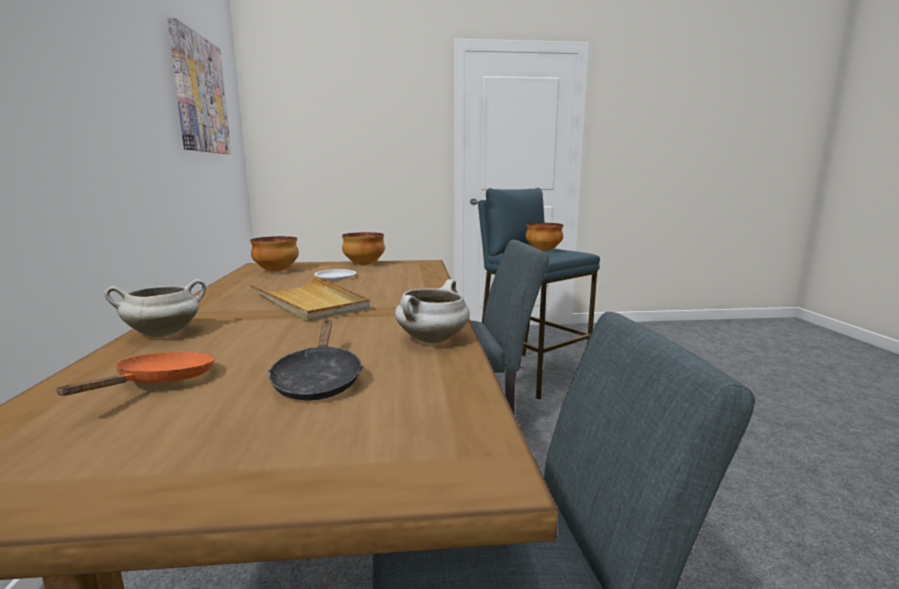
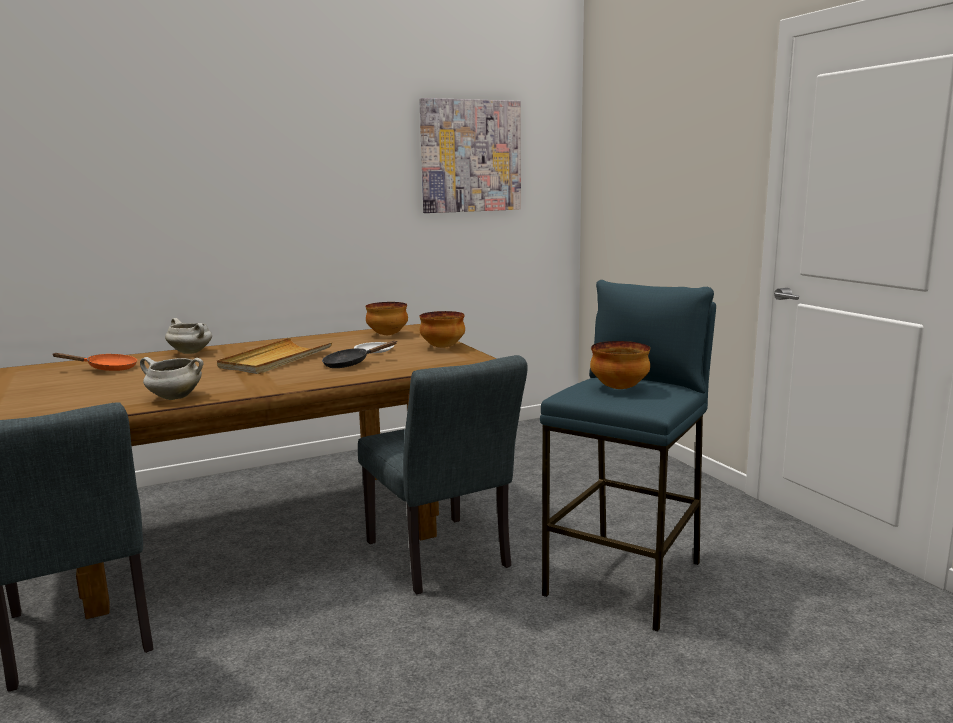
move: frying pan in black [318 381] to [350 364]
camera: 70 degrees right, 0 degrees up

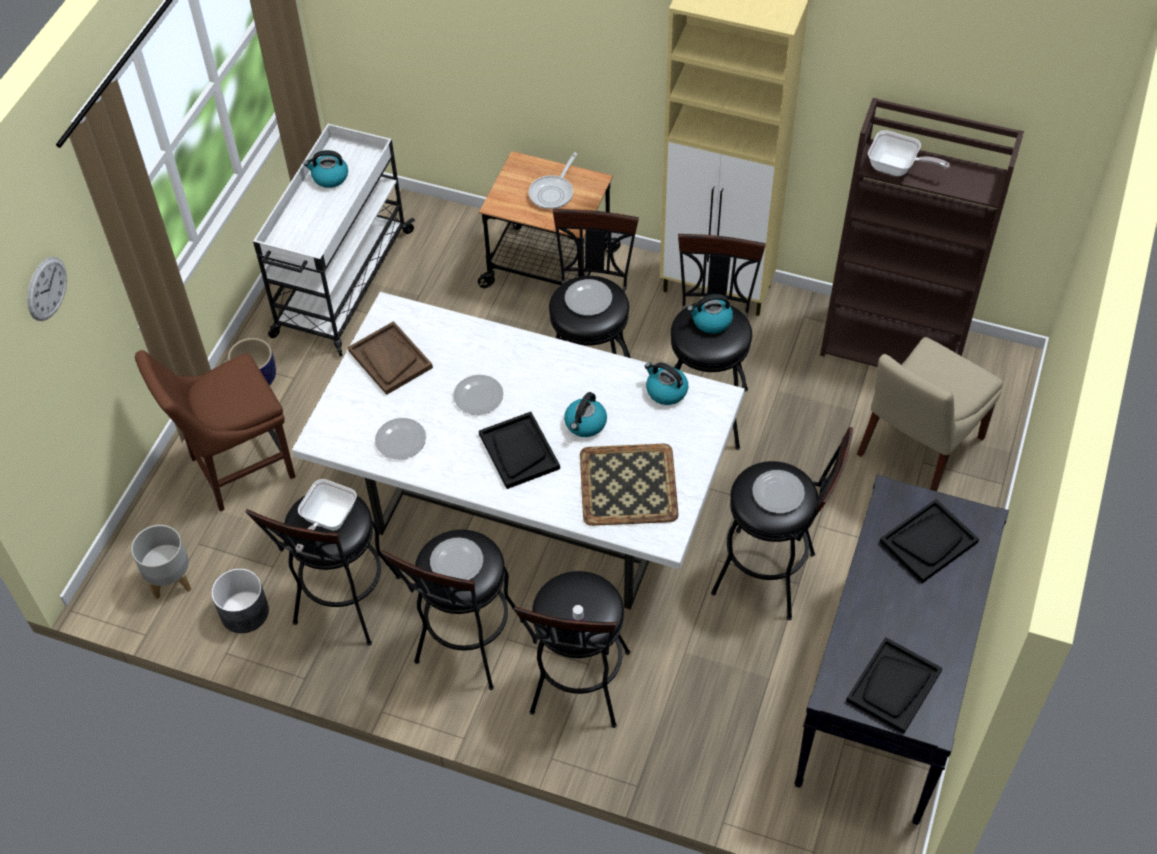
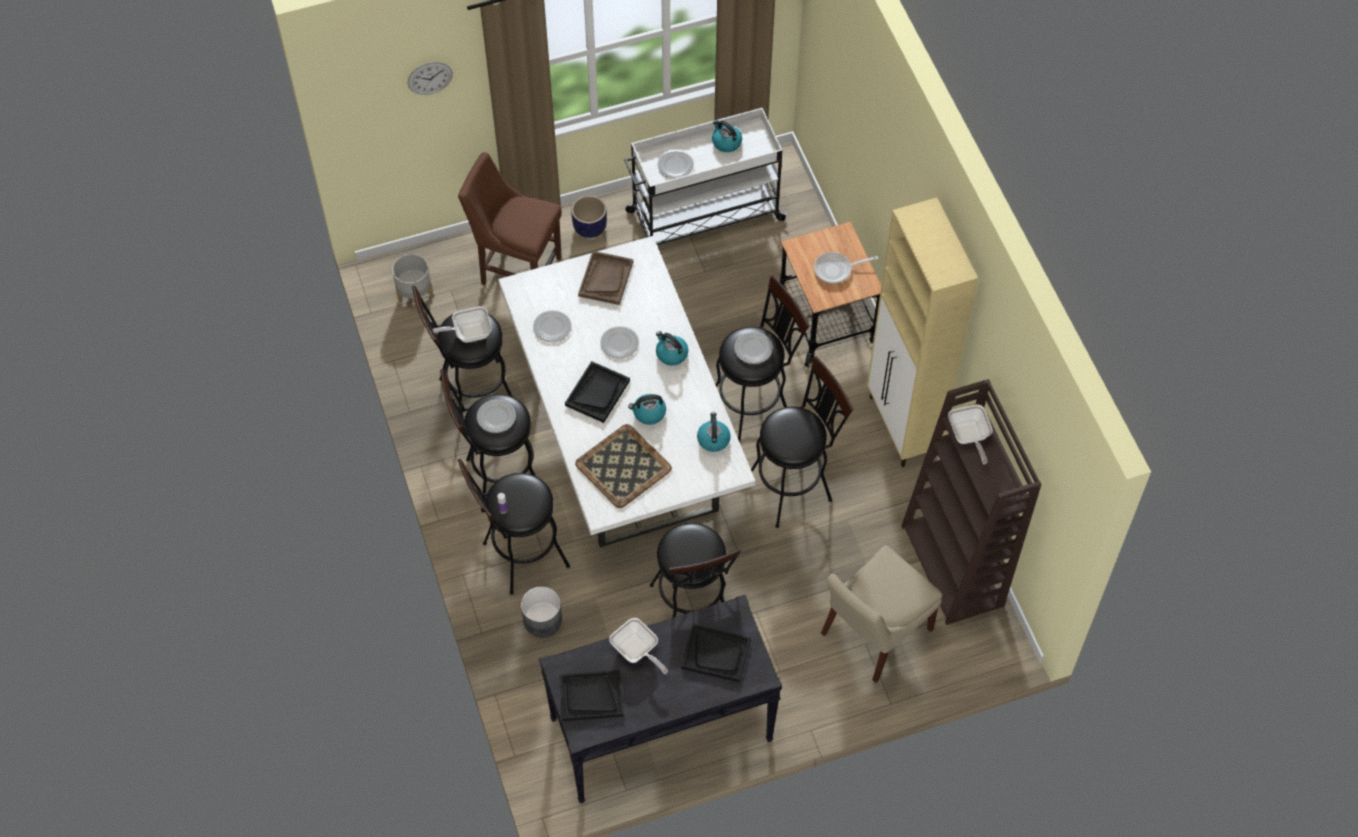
insert: frying pan [637 652]
move: planter in grey [244 612] to [542 619]; kettle [711 321] to [671 354]; plate [777 492] to [675 165]
rotate: chair in beige [917 449] = [873 634] 45 degrees counterclockwise
camera: 50 degrees right, 5 degrees up

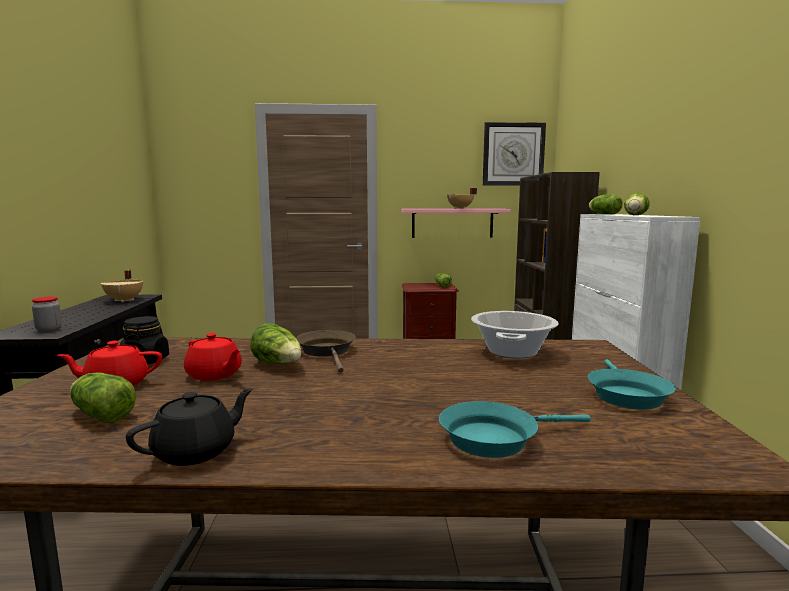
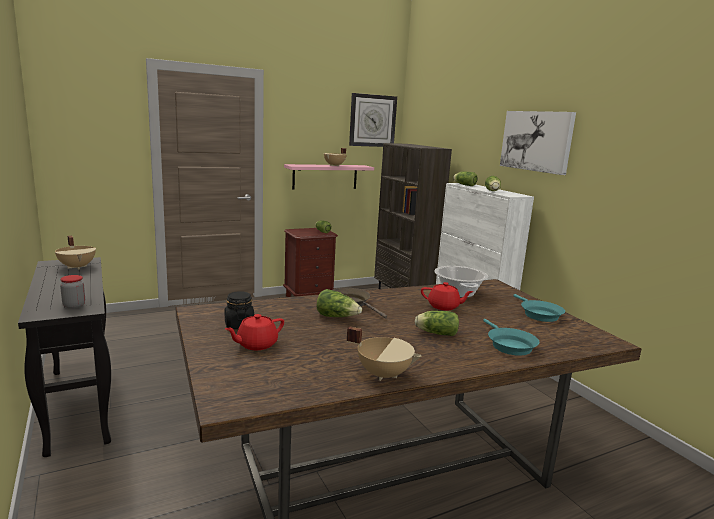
insert: picture [536 141]
move: lettuce [101 414] to [435 333]; teapot in red [214 375] to [444 307]
replace: teapot in black [196 451] to cooking pot in beige [383 374]
rotate: frying pan in turquoise [495 438] = [508 345] 60 degrees counterclockwise
camera: 25 degrees left, 5 degrees up

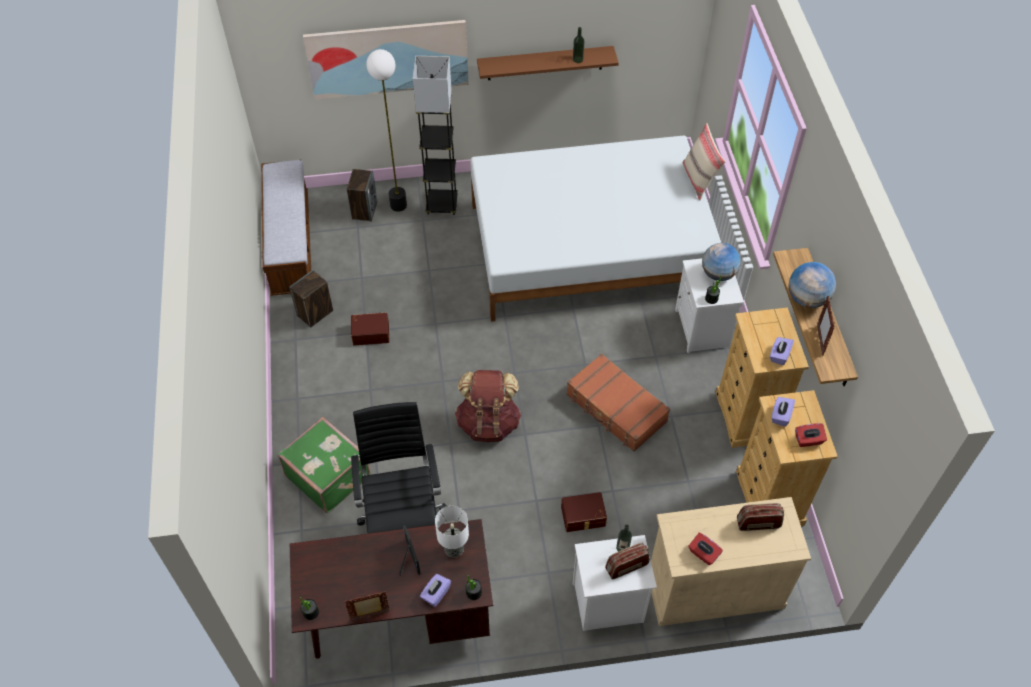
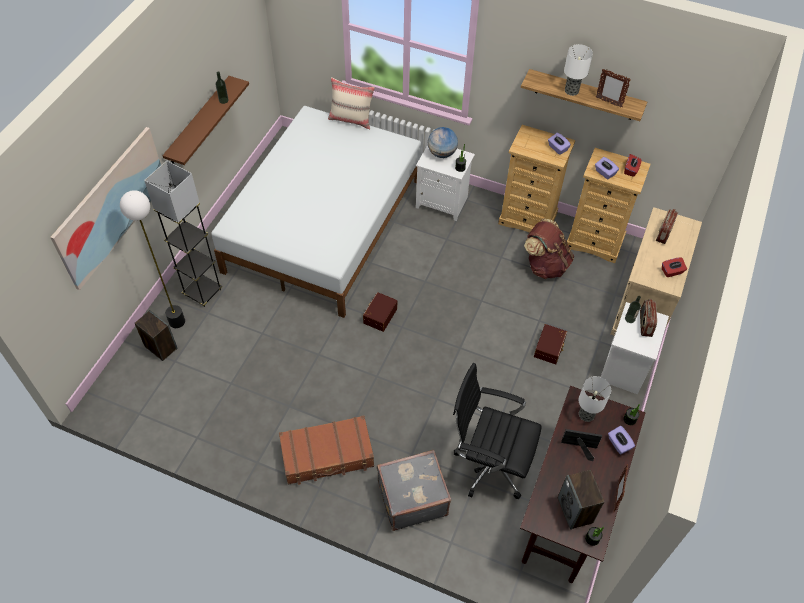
delete: bench [291 244]
move: speaker [315 313] to [575 510]; storage box in brown [370 332] to [379 315]; backpack in brown [488 422] to [545 265]; suitcase in brown [616 409] to [327 455]
replace: globe [807 299] to table lamp [571 90]
recolor: suitcase in green [329 475] to suitcase in grey [411 498]
camera: 60 degrees left, 0 degrees up

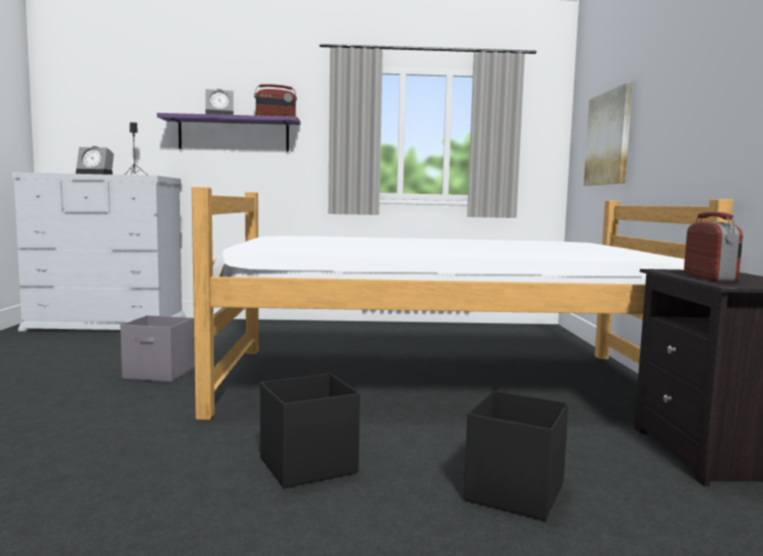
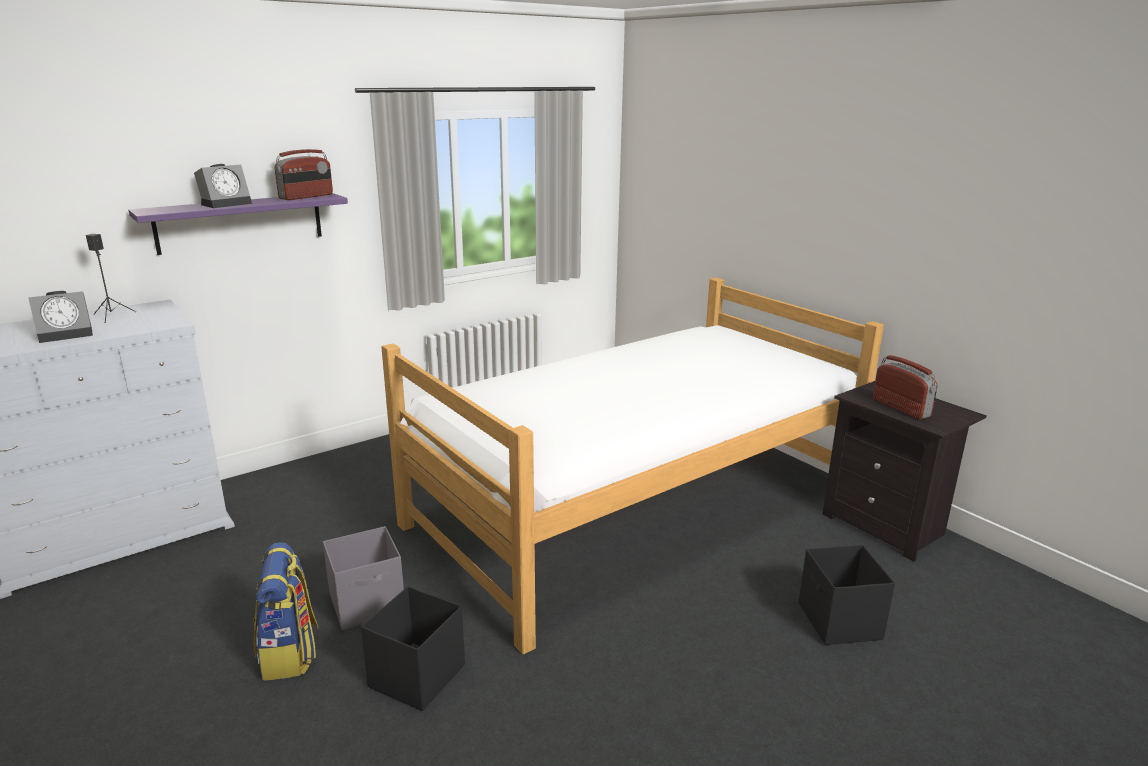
delete: picture [608 138]
insert: backpack [290 653]
move: storage box in black [306 466] to [416 677]
camera: 35 degrees left, 15 degrees up

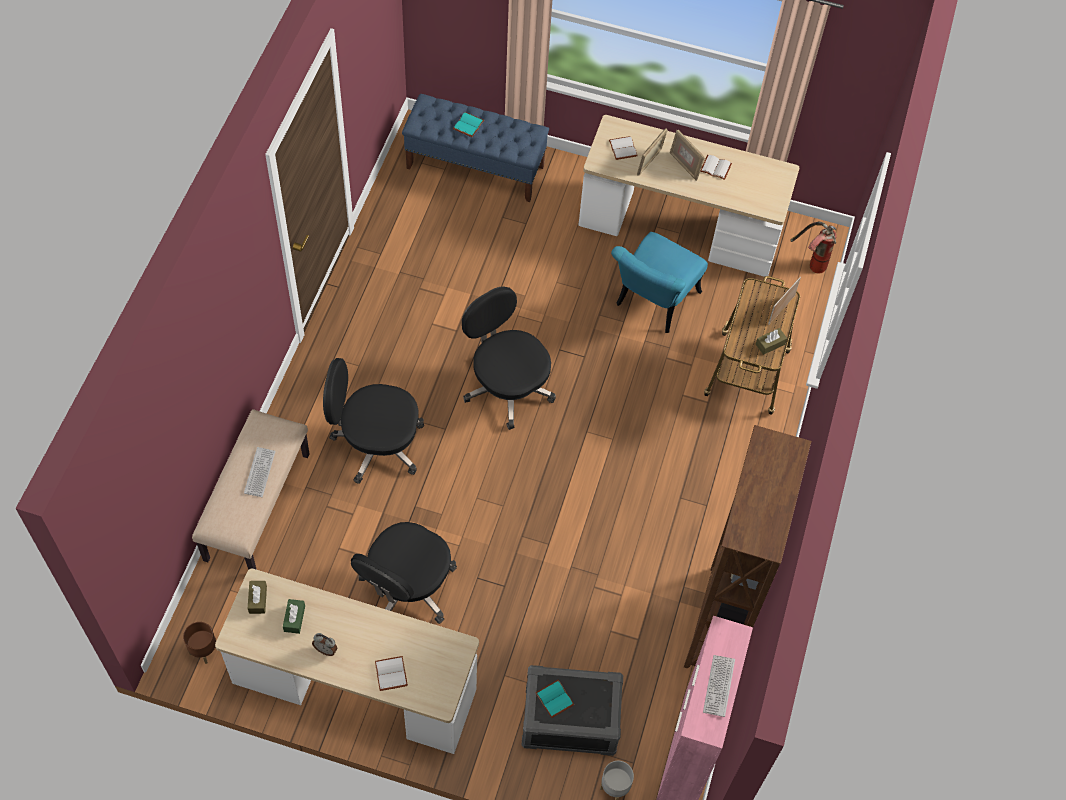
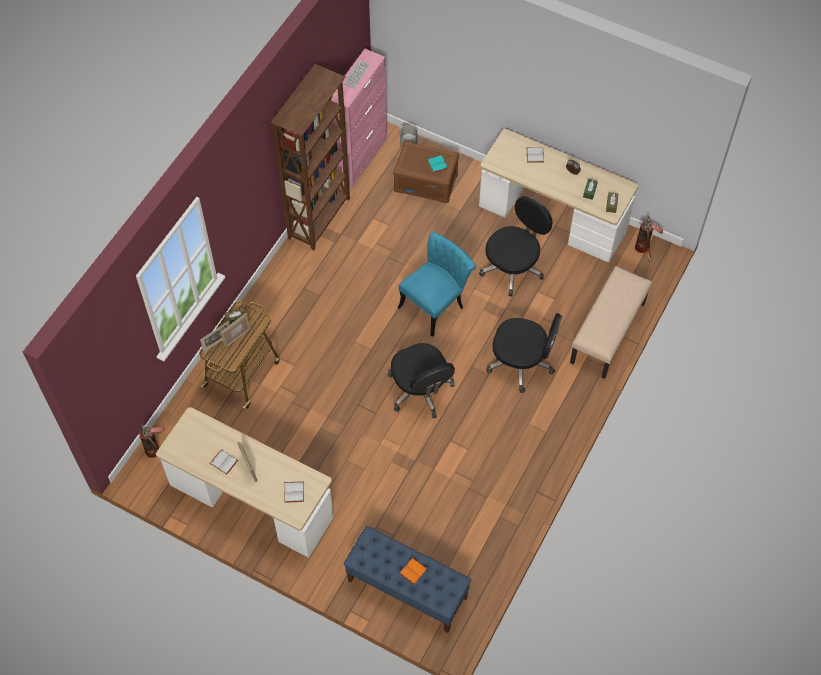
delete: keyboard [260 472]
move: chair in turquoise [653 304] to [436 303]; picture frame [650 163] to [237 337]
replace: planter in brown [204 650] to fire extinguisher [644 251]
recolor: book in turquoise [469 126] to book in orange [413 570]; storage box in grey [569 720] to storage box in brown [426 182]
camera: 165 degrees left, 0 degrees up

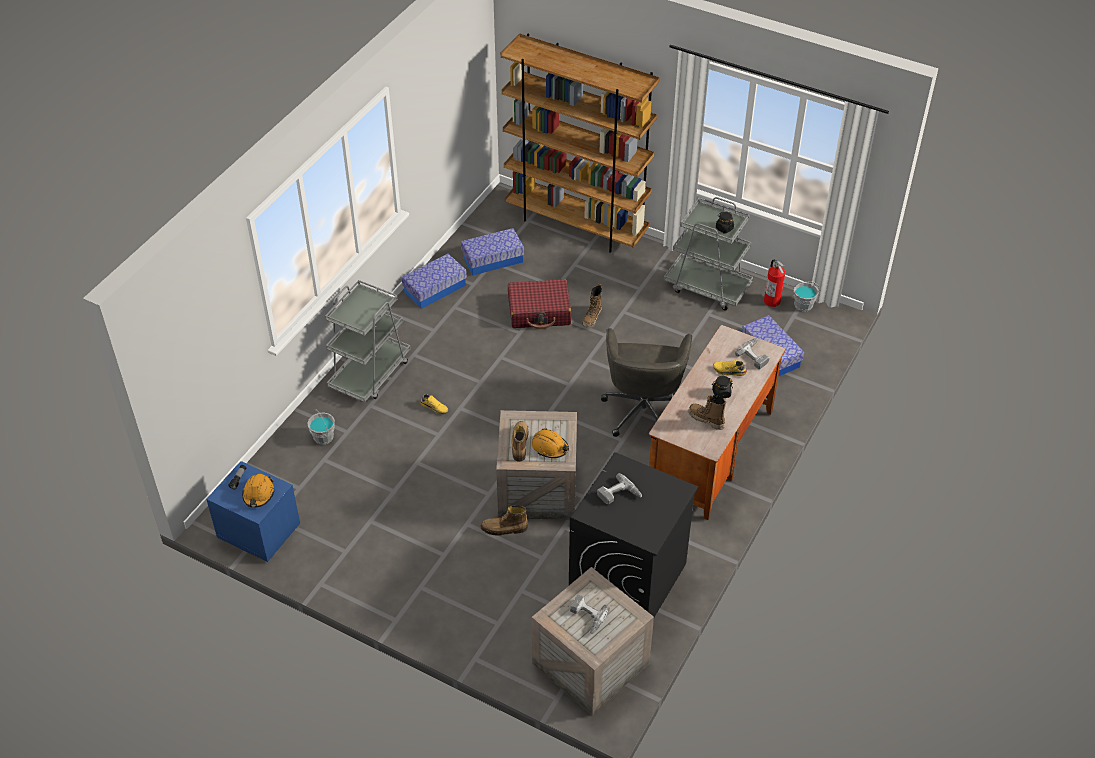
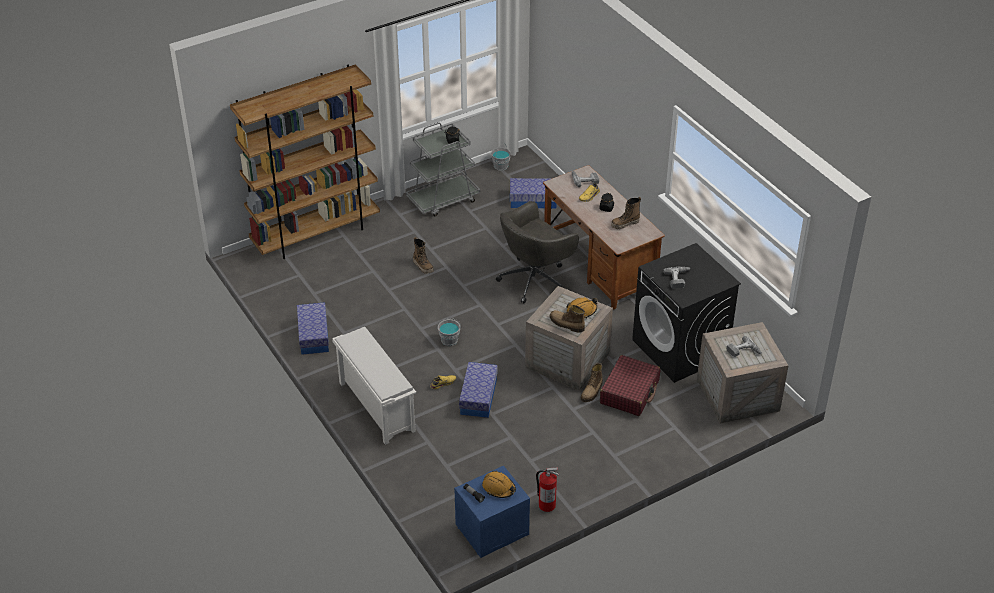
move: bucket in grey [324 437] to [449 340]; storage box [493 259] to [478 397]; suitcase in red [539 311] to [629 392]; fire extinguisher [772 301] to [546 505]
replace: cart in grey [370 373] to shoe rack in white [375 406]
rotate: office chair in grey [643 410] = [535 279] 105 degrees clockwise
camera: 60 degrees left, 5 degrees down

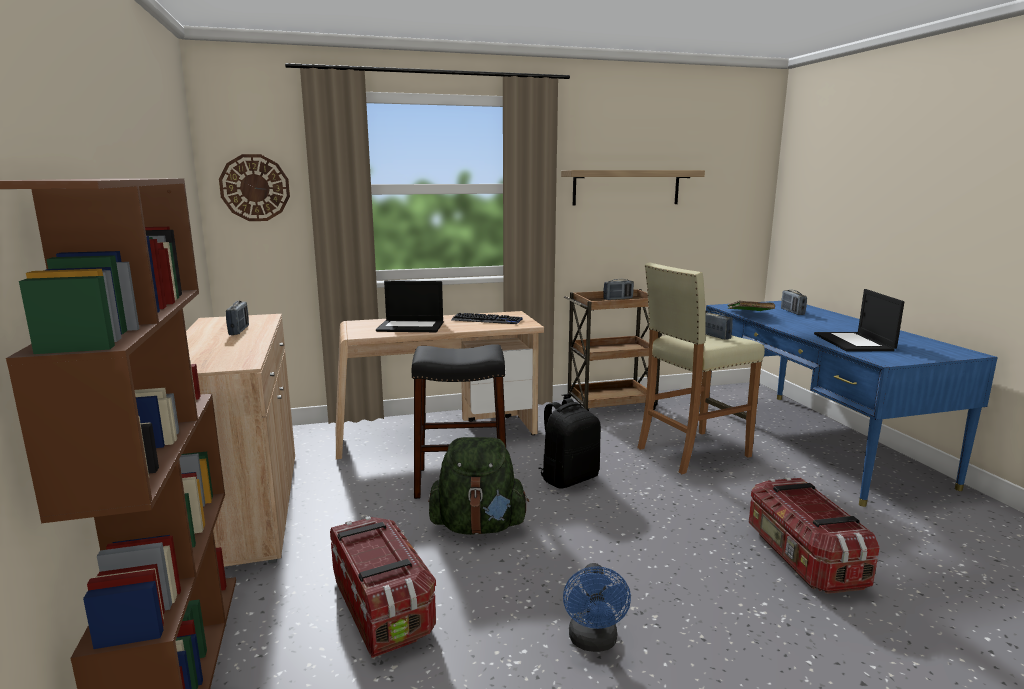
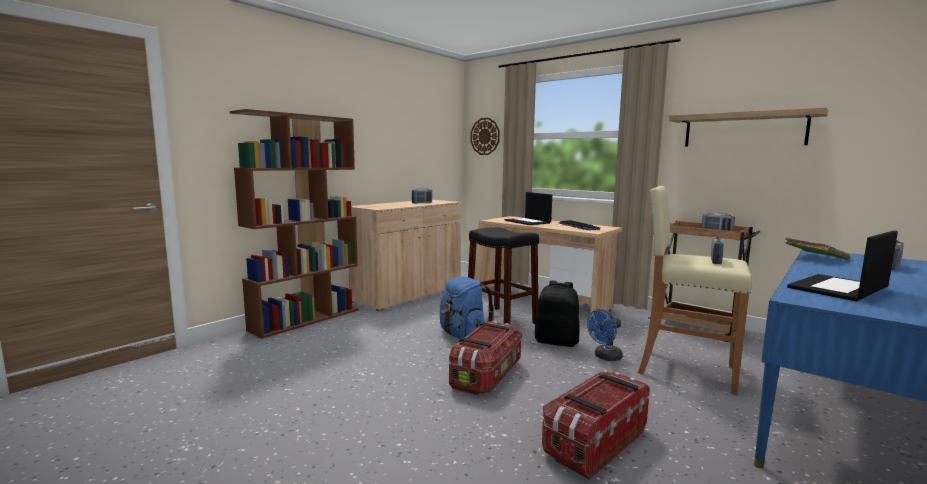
move: storage box [382 606] to [487 375]; fan in blue [593 642] to [605 357]
recolor: backpack in green [478 526] to backpack in blue [463 335]
camera: 55 degrees right, 5 degrees down

